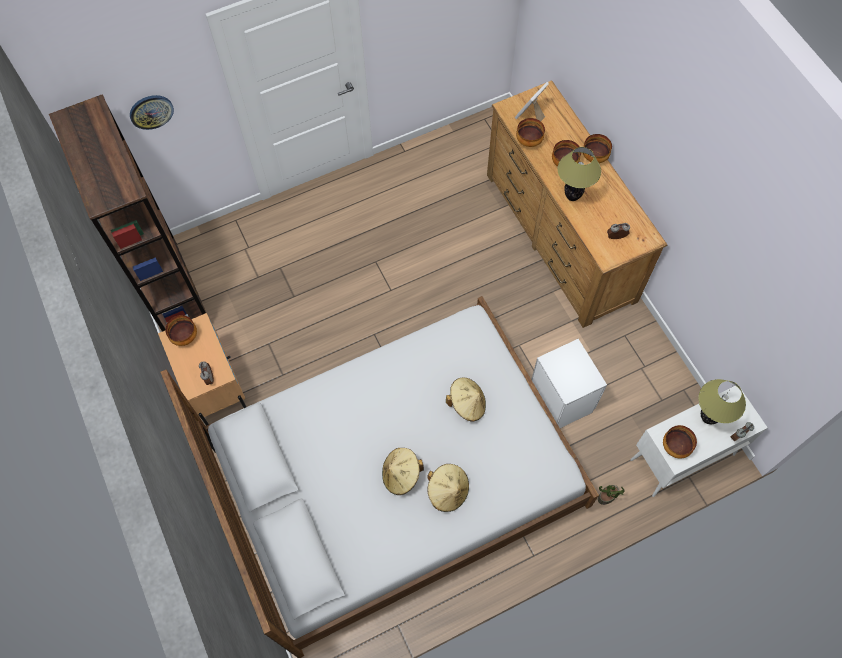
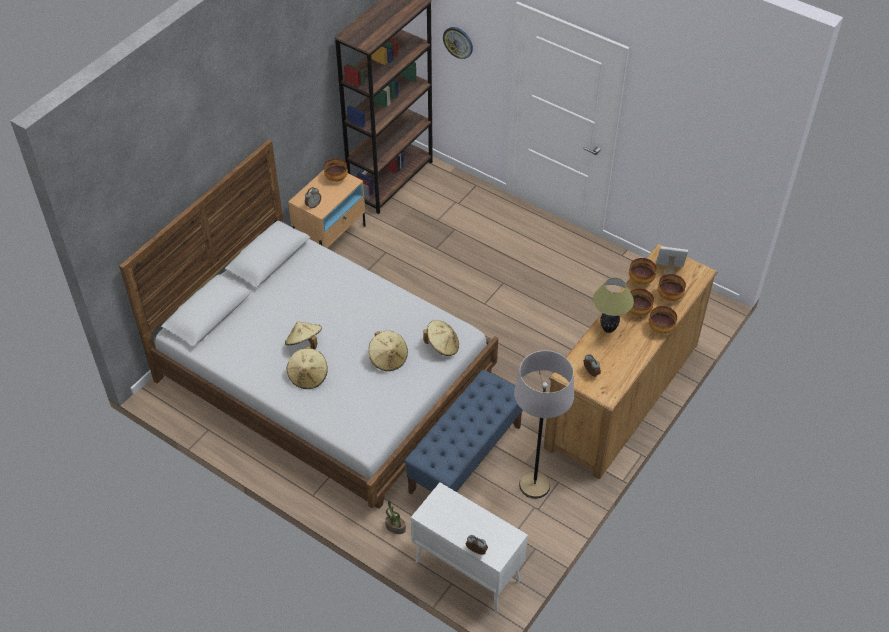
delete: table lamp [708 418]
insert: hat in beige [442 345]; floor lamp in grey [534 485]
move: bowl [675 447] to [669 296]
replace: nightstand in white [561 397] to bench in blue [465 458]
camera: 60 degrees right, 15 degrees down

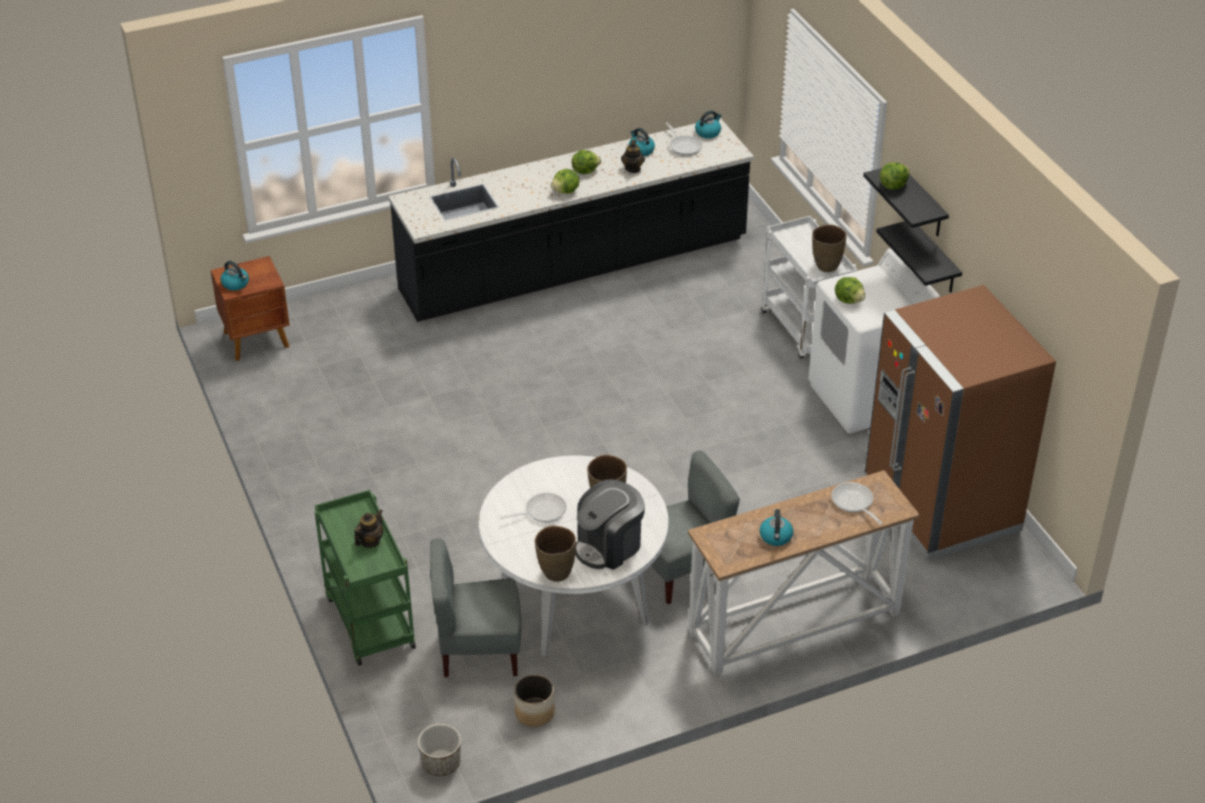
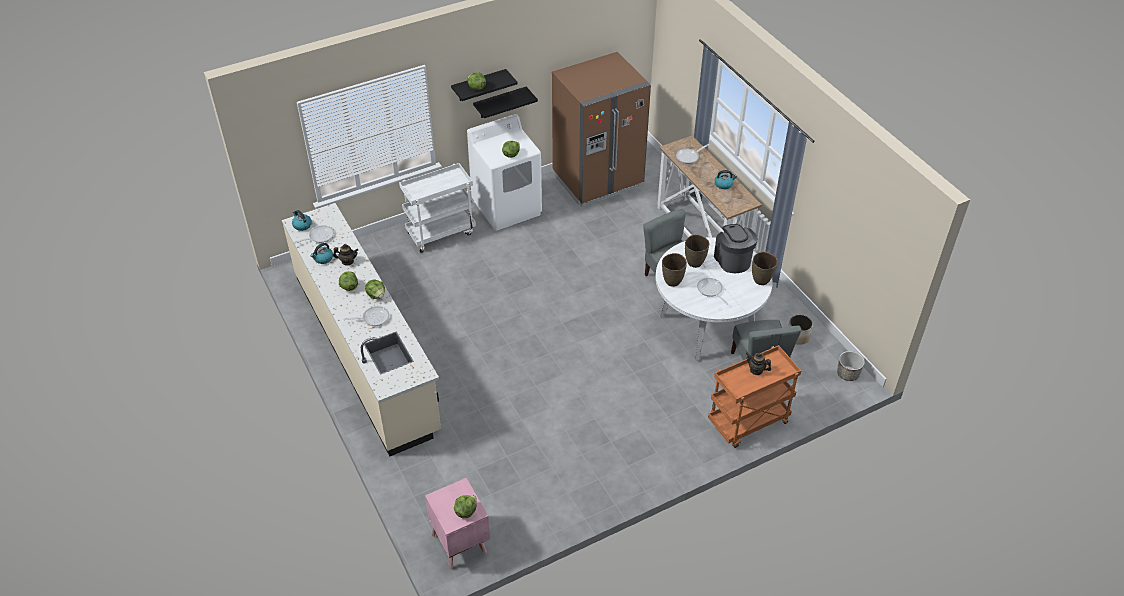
insert: frying pan [373 318]
move: vase in brown [826 266] to [672 282]
replace: kettle [236 284] to lettuce [466 511]
recolor: nightstand in brown [257 340] to nightstand in pink [459 542]; cart in green [368 621] to cart in orange [748 423]; counter in black [574 267] to counter in beige [366 351]
rotate: coffee machine [609 546] = [732 260] 150 degrees counterclockwise
camera: 95 degrees left, 5 degrees up

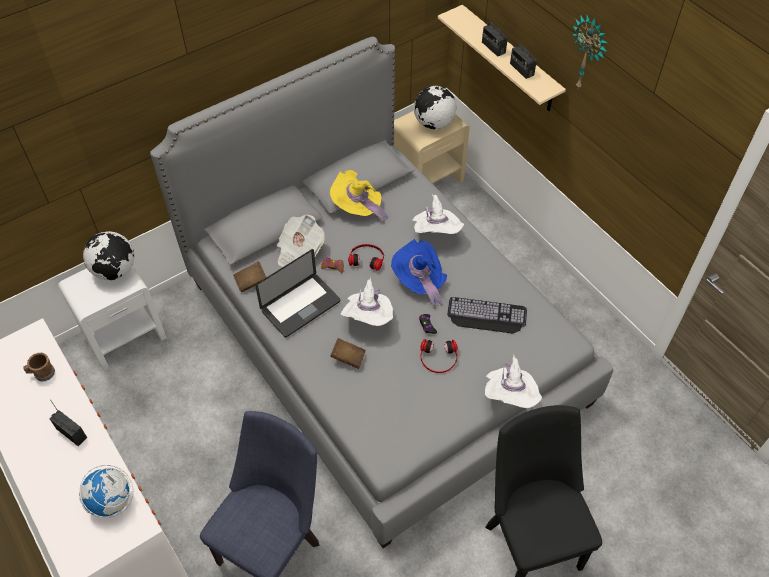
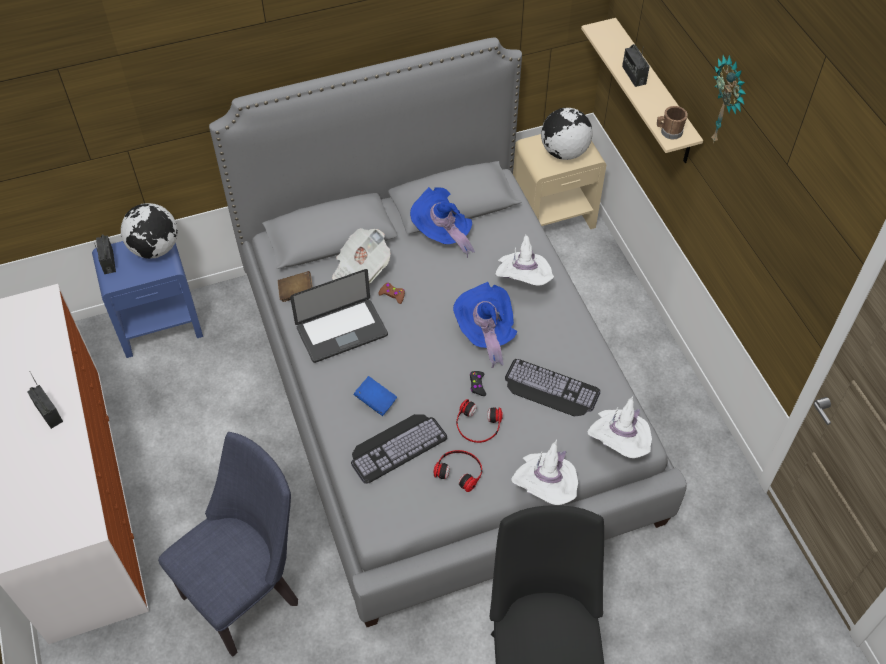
delete: globe [112 502]
insert: keyboard [396 445]
move: mug in brown [42 373] to [668 132]; hat in white [368 318] to [619 443]; headphones [367 258] to [459 470]; radio [521 69] to [108 262]
recolor: nightstand in white [125 336] to nightstand in blue [160 325]; hat in yellow [358 208] to hat in blue [443 234]; book in brown [348 358] to book in blue [375 401]
camera: 15 degrees right, 0 degrees up

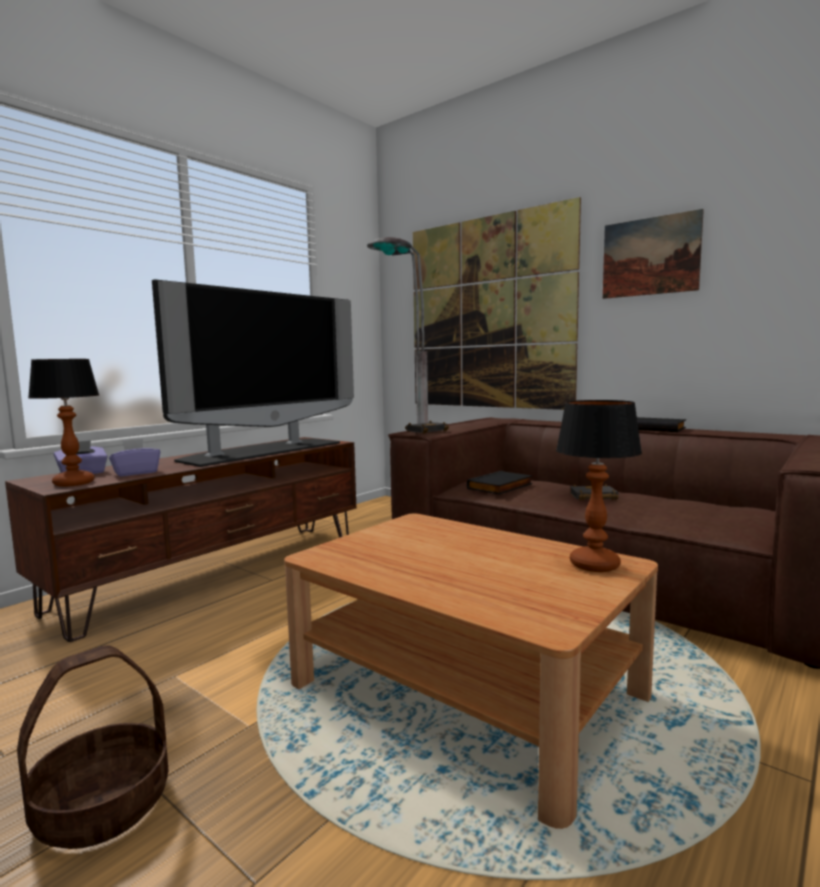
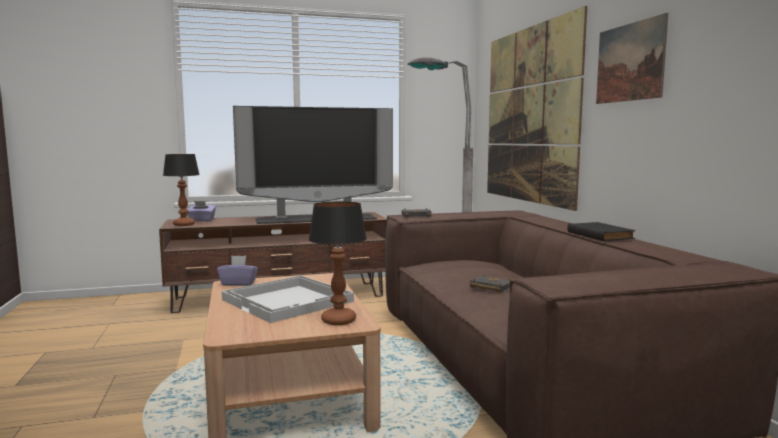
delete: basket [103 805]; book in black [501 487]
insert: tray in white [289 300]
move: tissue box in purple [136 473] to [238 283]
camera: 35 degrees right, 0 degrees up

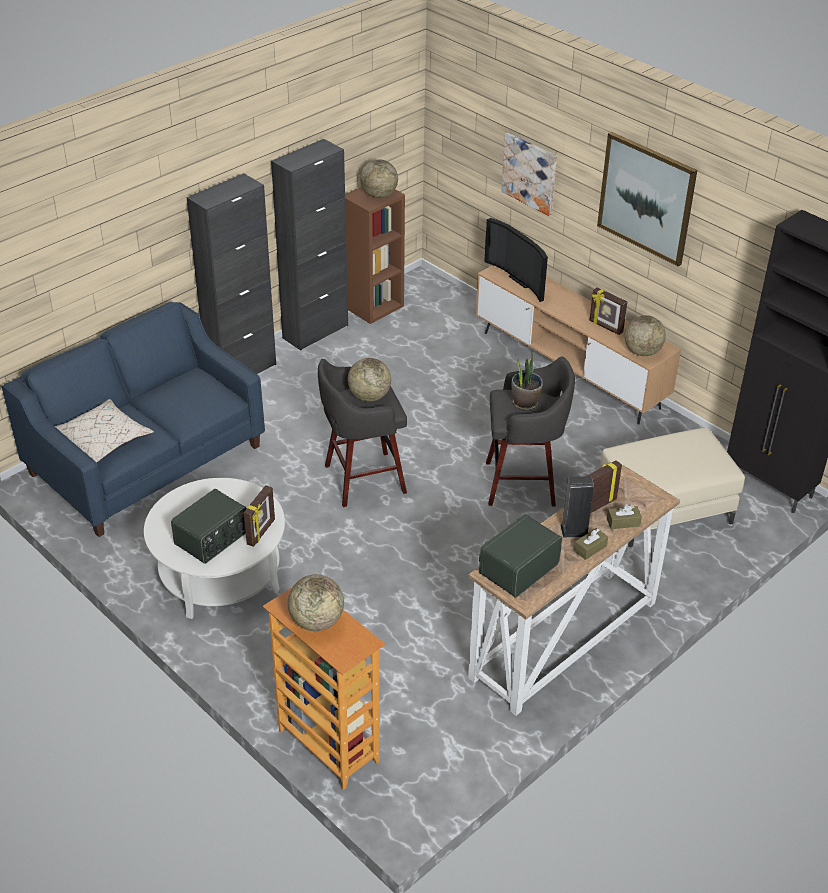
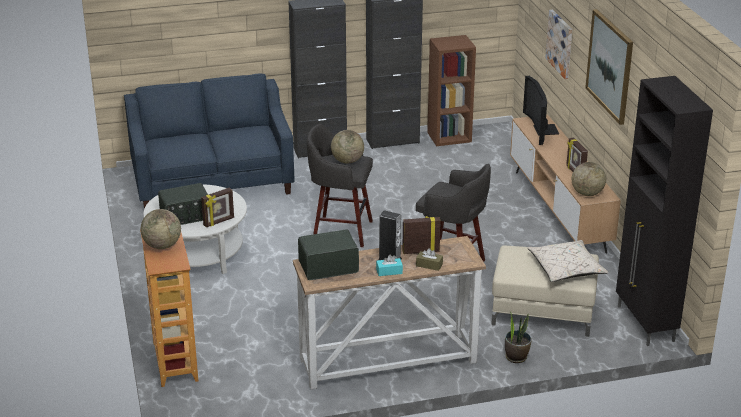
delete: globe [379 195]
move: pillow in beige [103 440] to [566 269]; potted plant [525 403] to [516 357]
recolor: tissue box in brown [590 548] to tissue box in turquoise [389 271]
camera: 30 degrees right, 10 degrees down

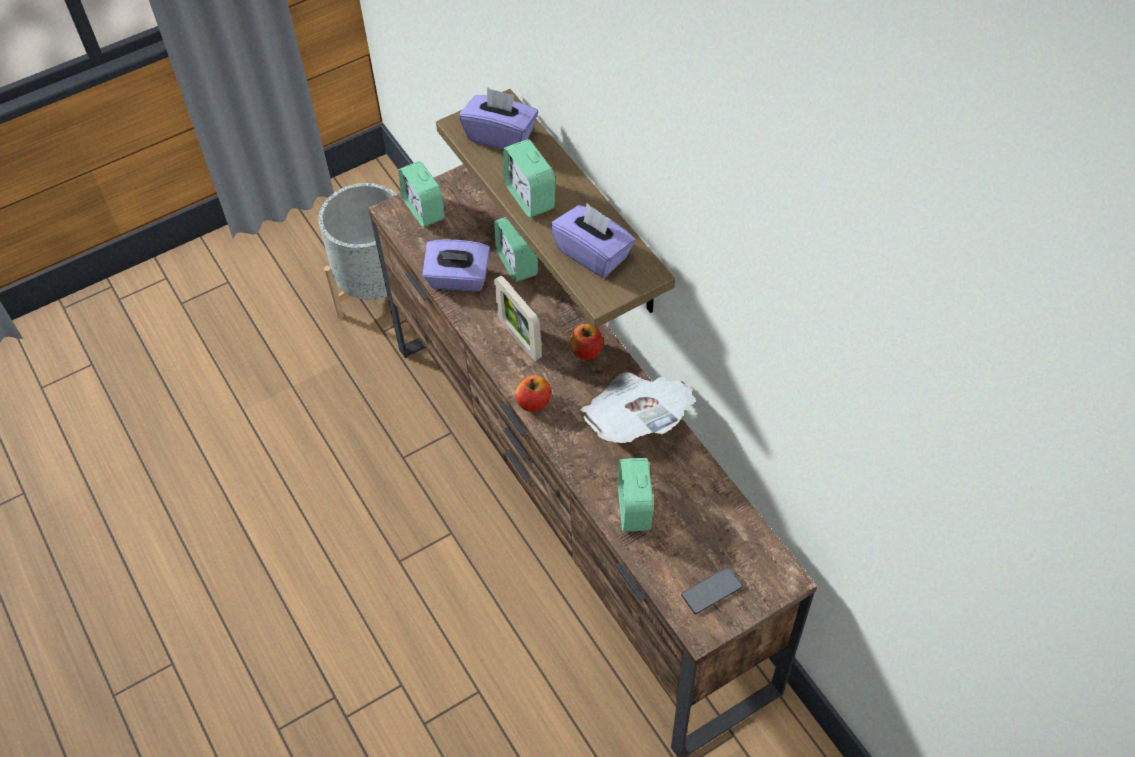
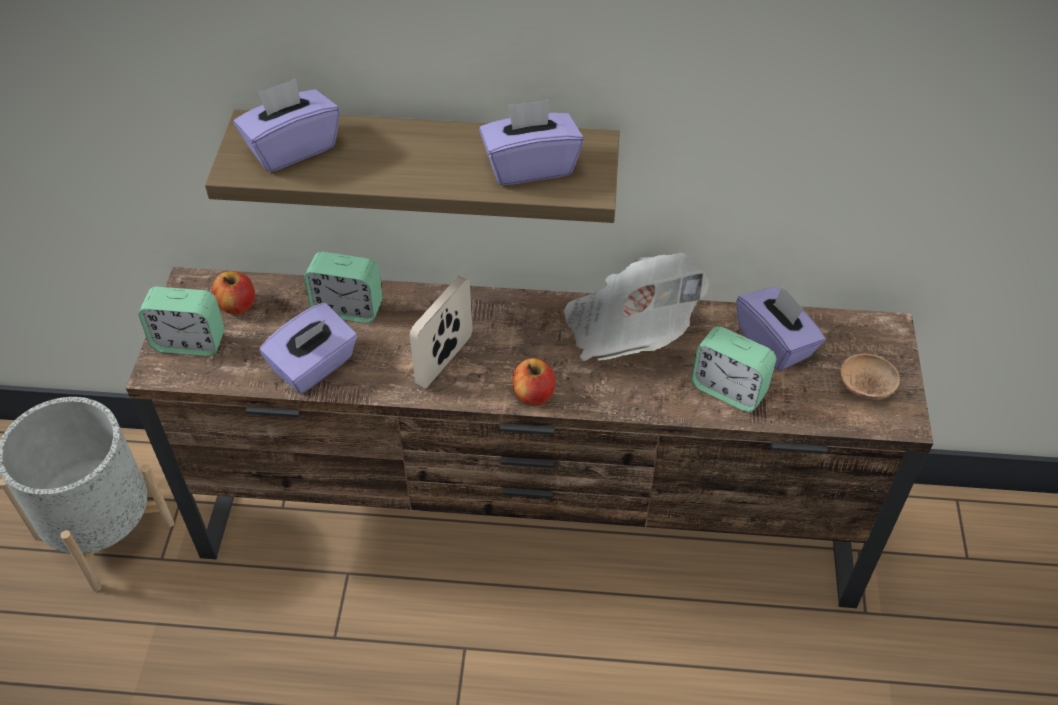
delete: alarm clock [530 197]
insert: tissue box in purple [775 343]
move: apple [586 351] to [237 305]
replace: phone [711 591] to bowl in brown [865 387]
rotate: picture frame [520 339] = [444 360] 120 degrees clockwise
camera: 55 degrees left, 5 degrees down

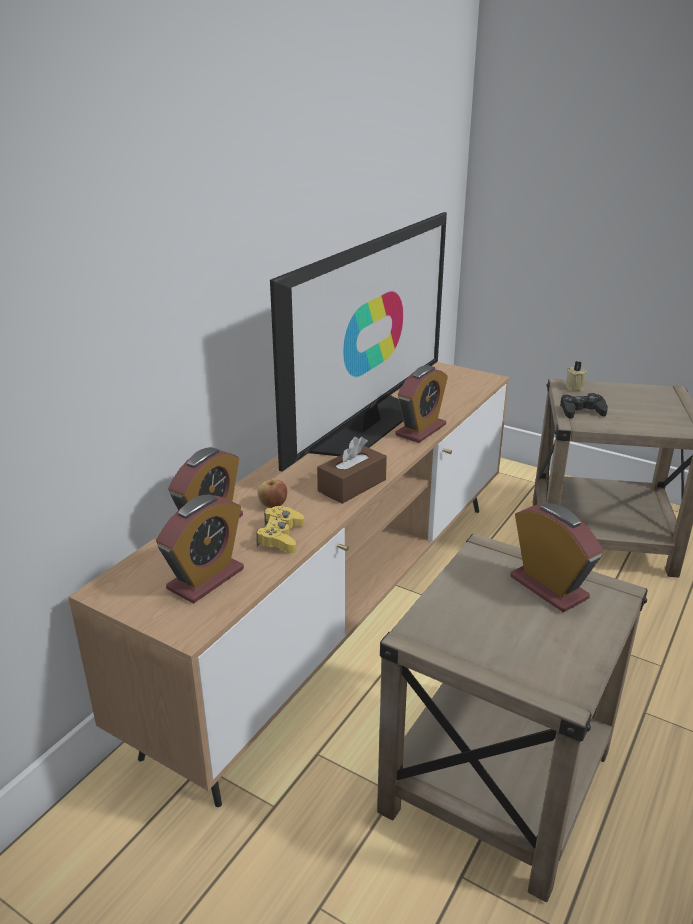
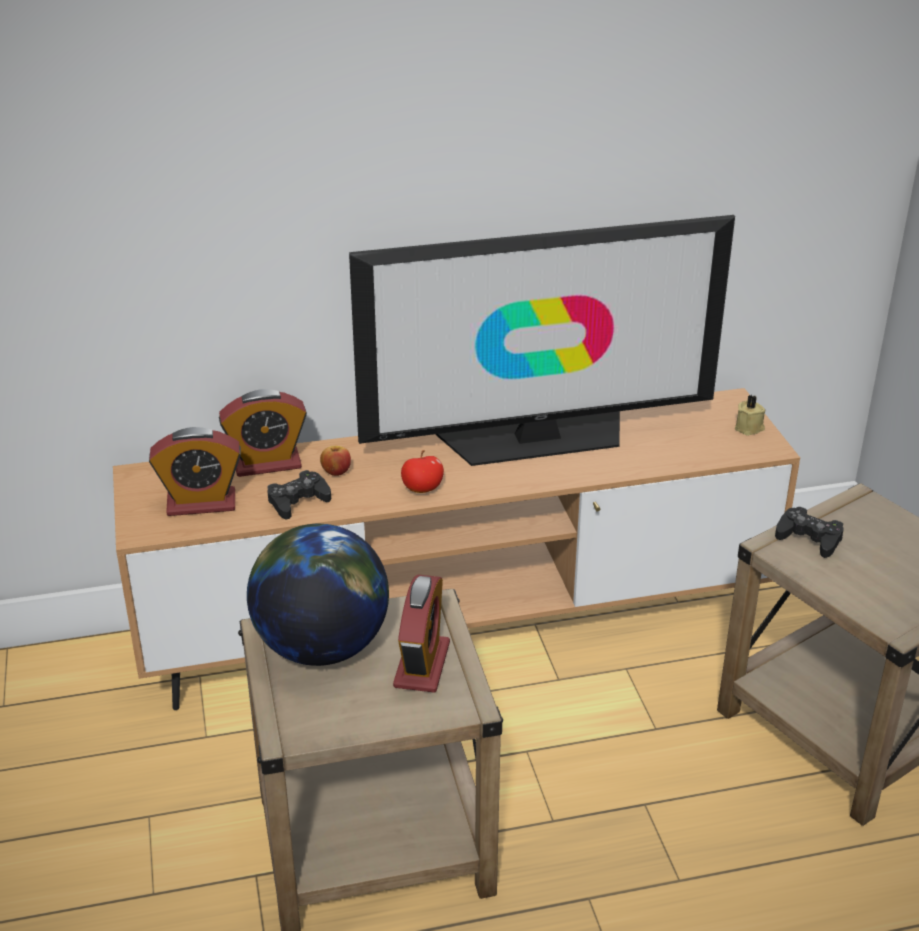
delete: alarm clock [421 430]
insert: globe [321 646]
move: candle in beige [575 387] to [749 428]
replace: tissue box in brown [352 485] to apple [422 489]
recolor: game controller in yellow [281 536] to game controller in black [298 501]
camera: 45 degrees right, 5 degrees up

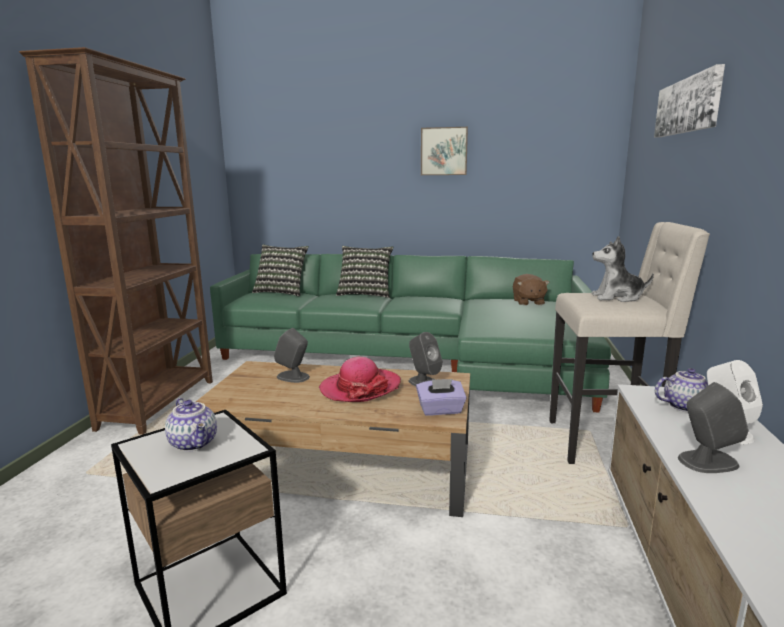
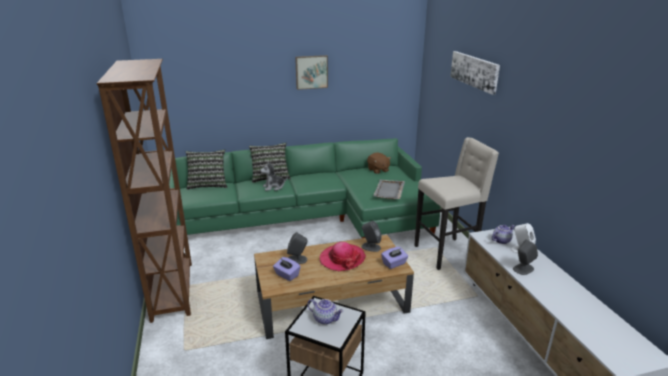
insert: tissue box in purple [286 275]; tray in grey [389 191]
move: plush toy [617 297] to [274 187]
camera: 25 degrees left, 10 degrees up

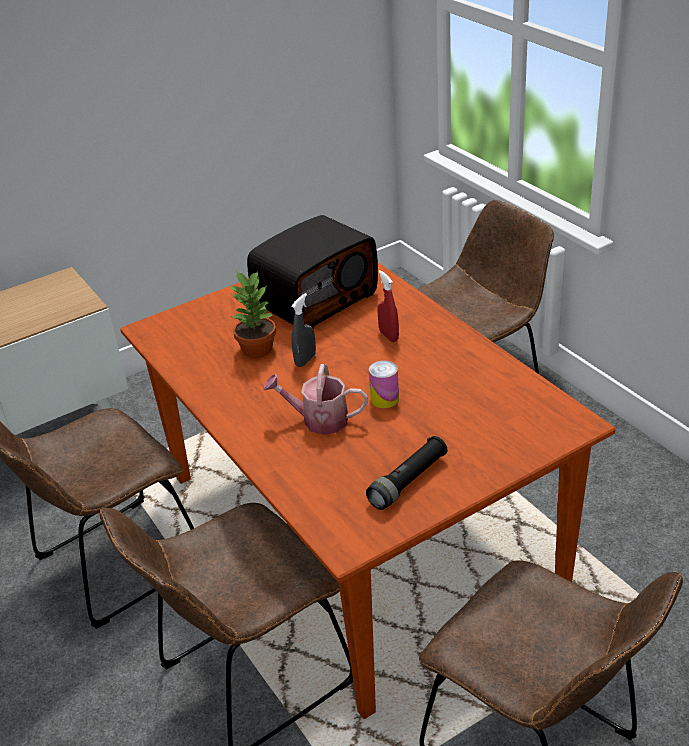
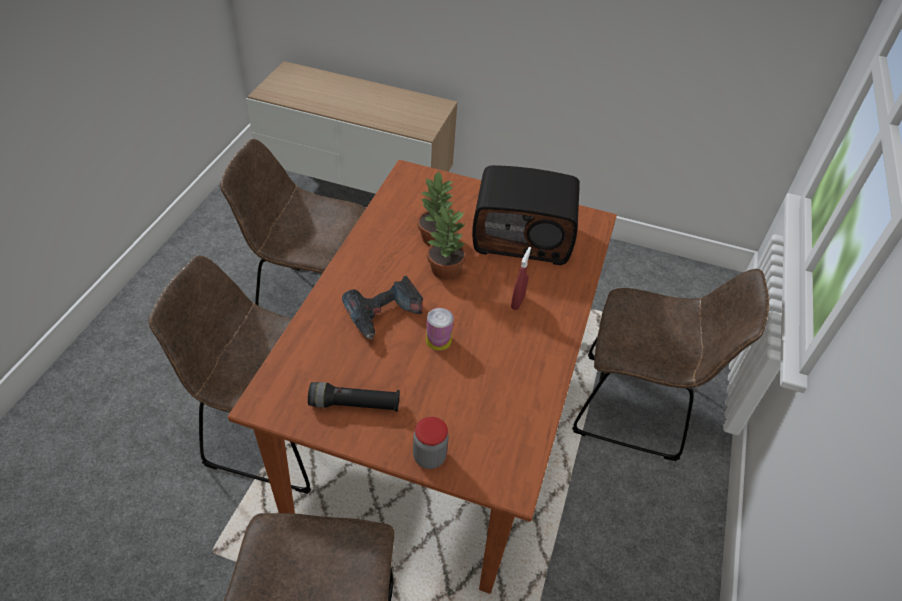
insert: jar [429 457]
replace: watering can [319 420] to power drill [384 315]; spray bottle in grey [305 360] to potted plant [445 270]
camera: 45 degrees right, 10 degrees up

